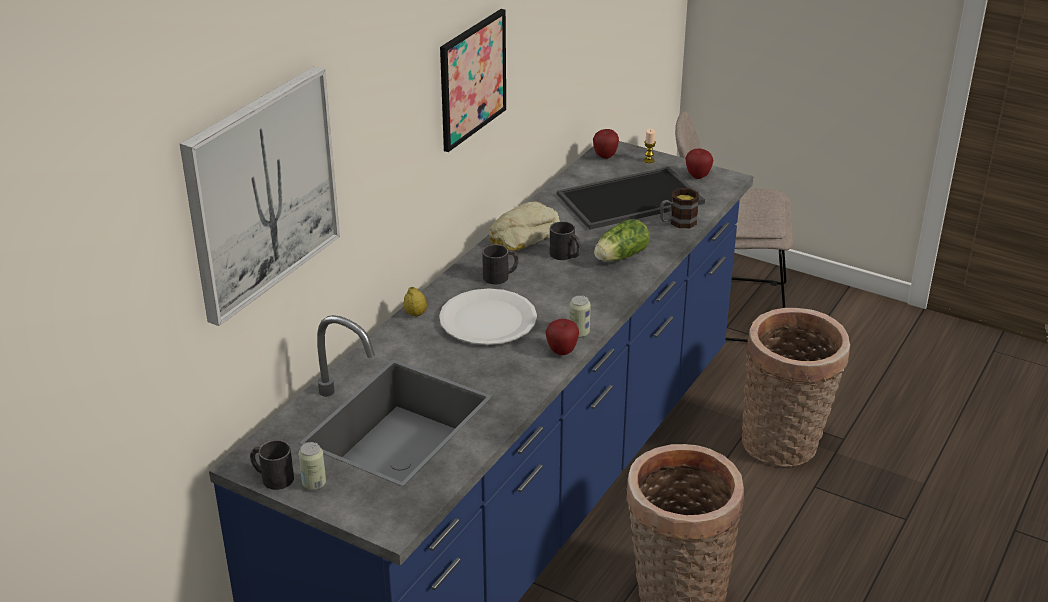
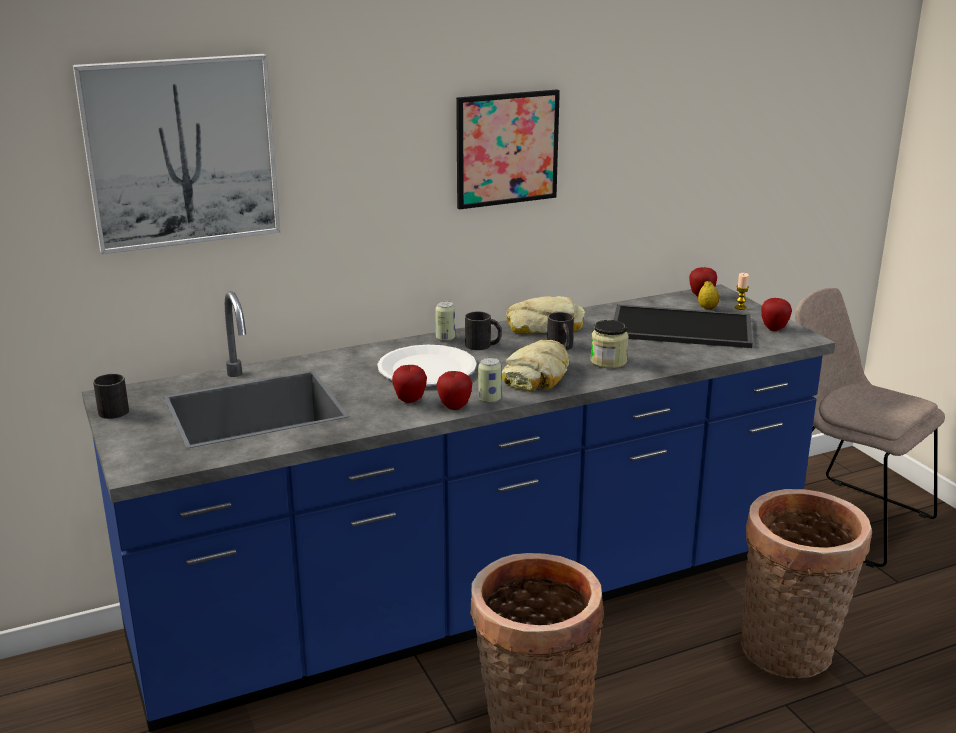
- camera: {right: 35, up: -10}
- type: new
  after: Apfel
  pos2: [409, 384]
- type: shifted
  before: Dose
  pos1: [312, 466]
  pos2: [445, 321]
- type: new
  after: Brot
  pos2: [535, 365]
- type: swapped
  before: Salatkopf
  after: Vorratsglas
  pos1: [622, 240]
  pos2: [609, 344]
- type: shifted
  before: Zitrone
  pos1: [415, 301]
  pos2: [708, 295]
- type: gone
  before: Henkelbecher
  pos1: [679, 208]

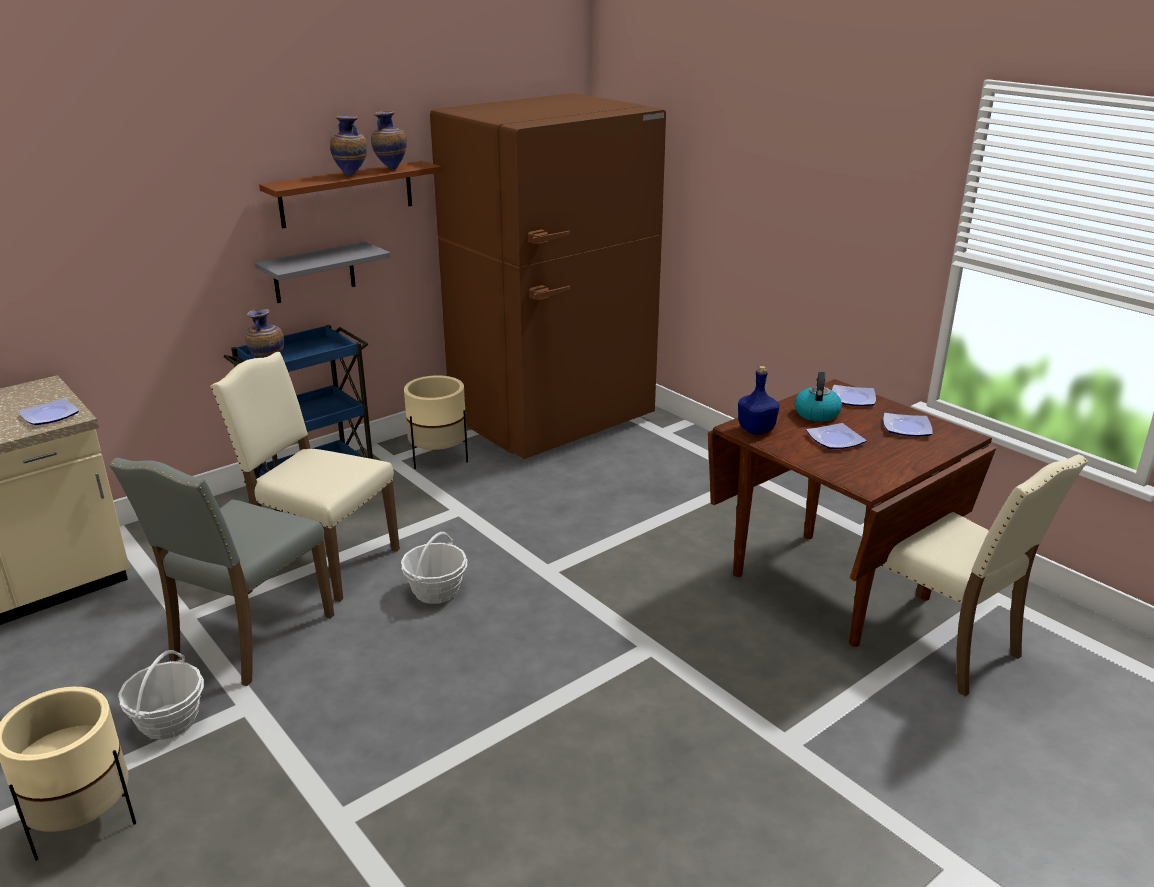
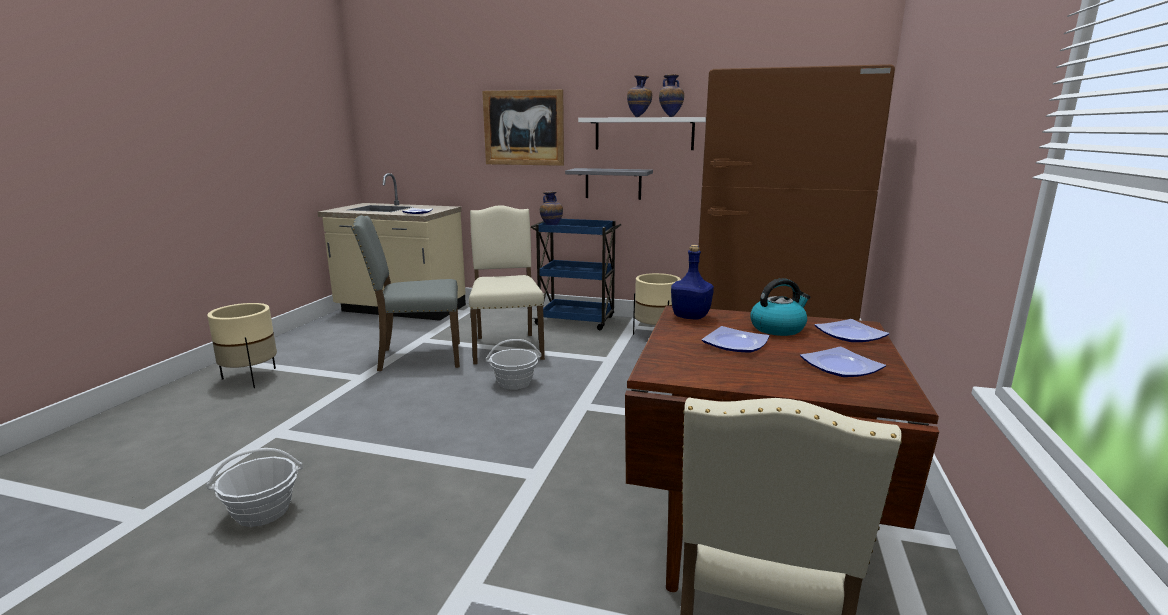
- camera: {right: 55, up: -10}
- type: shifted
  before: Korb
  pos1: [161, 695]
  pos2: [254, 487]
- type: new
  after: Bild
  pos2: [523, 128]
- type: repainted
  before: Wandregal [braun]
  after: Wandregal [weiß]
  pos1: [350, 194]
  pos2: [642, 133]

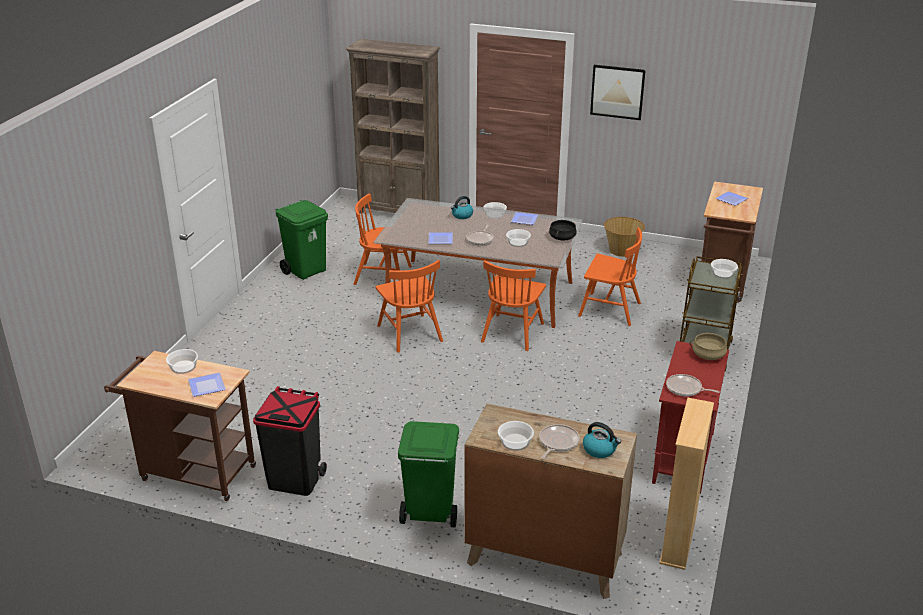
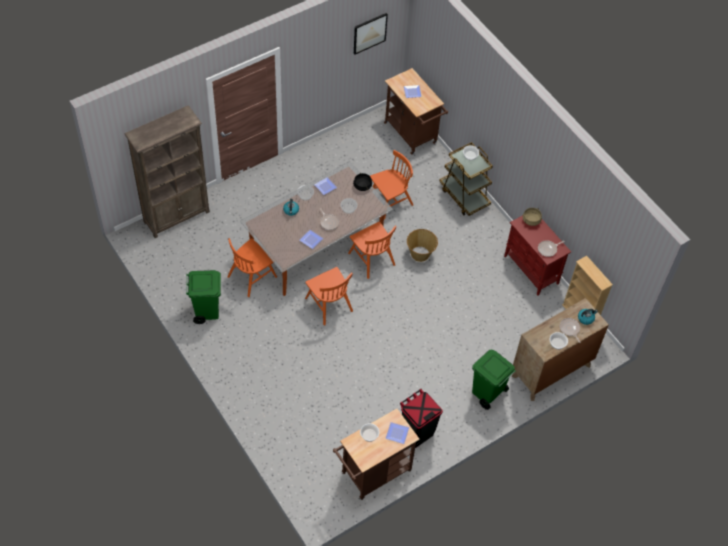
- camera: {right: -55, up: 25}
- type: rotated
  before: Stuhl [orange]
  pos1: [409, 306]
  pos2: [329, 296]
  turn: 45
- type: shifted
  before: Bild
  pos1: [618, 92]
  pos2: [371, 34]
- type: shifted
  before: Korb
  pos1: [624, 237]
  pos2: [422, 245]

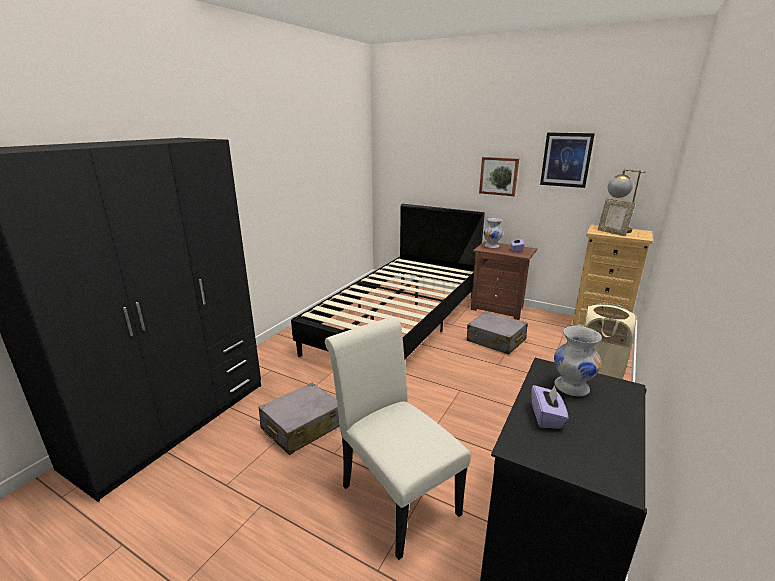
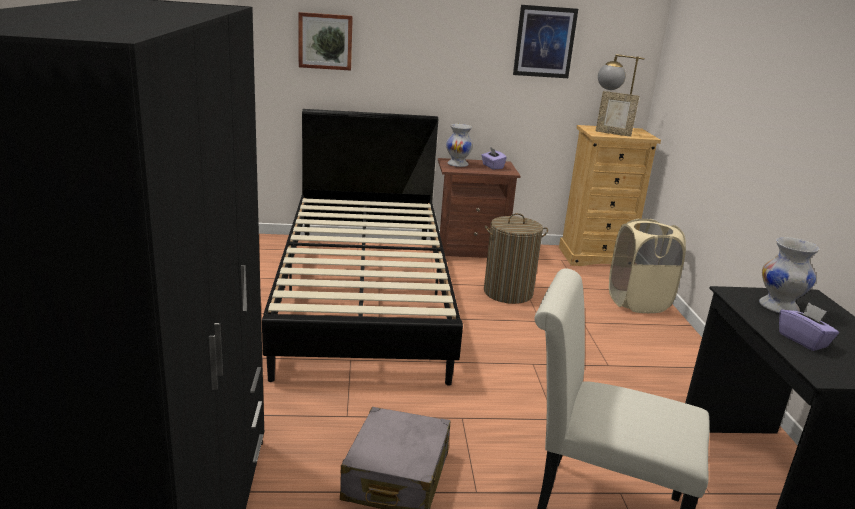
- camera: {right: -35, up: 0}
- type: shifted
  before: Bild
  pos1: [499, 176]
  pos2: [325, 41]
- type: swapped
  before: Koffer [grau]
  after: Wäschekorb
  pos1: [497, 333]
  pos2: [516, 258]

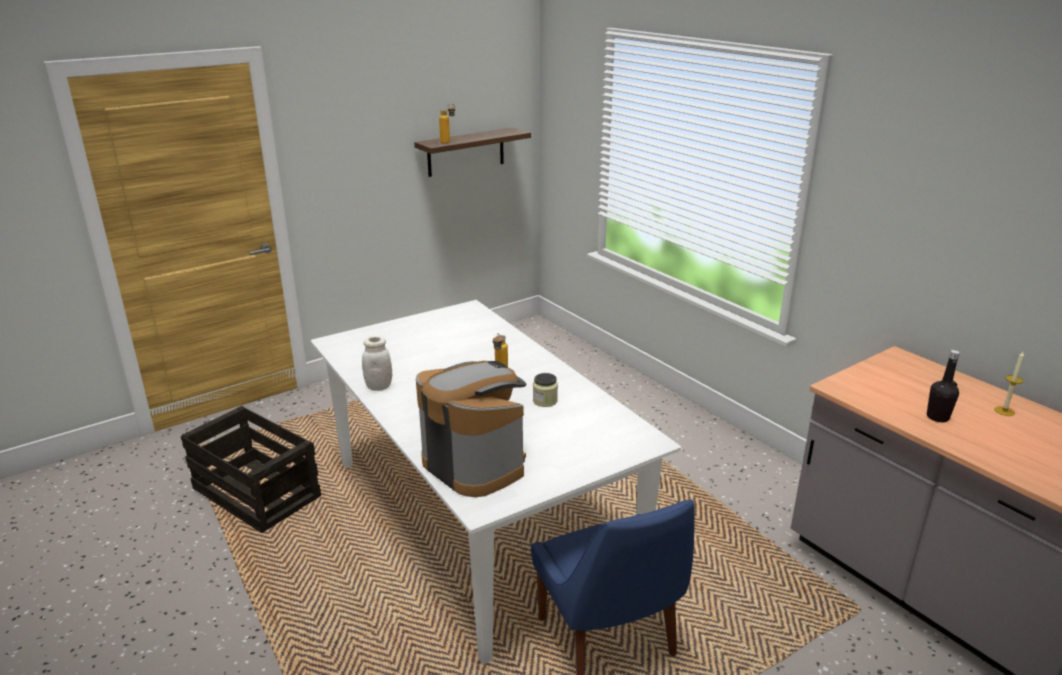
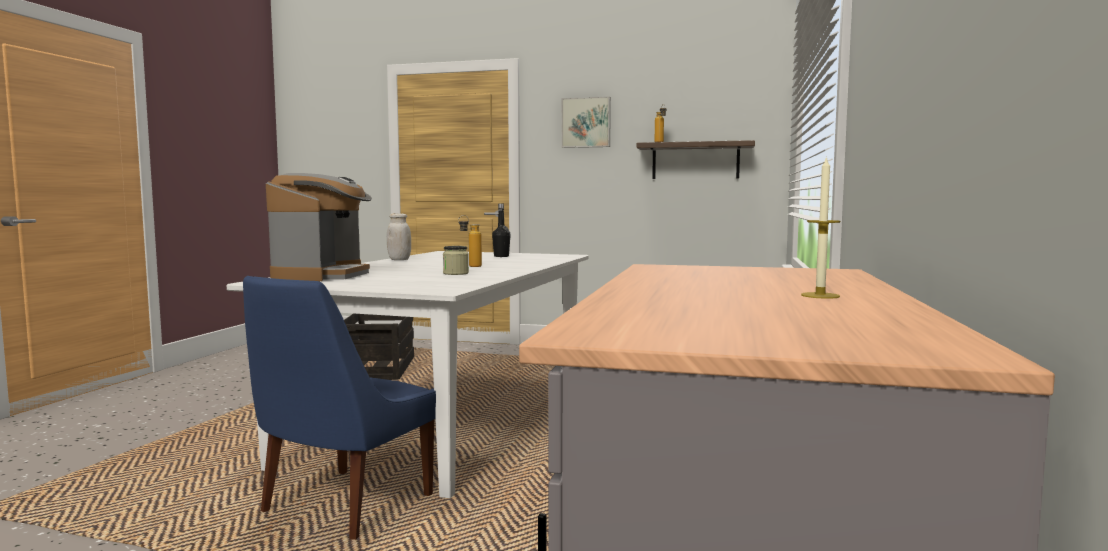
- camera: {right: 50, up: -20}
- type: shifted
  before: Flasche [schwarz]
  pos1: [943, 386]
  pos2: [501, 230]
- type: new
  after: Bild
  pos2: [586, 122]

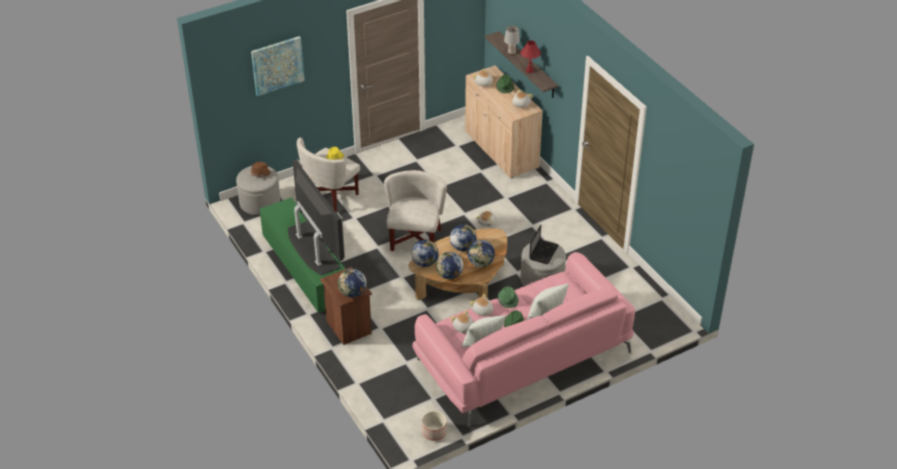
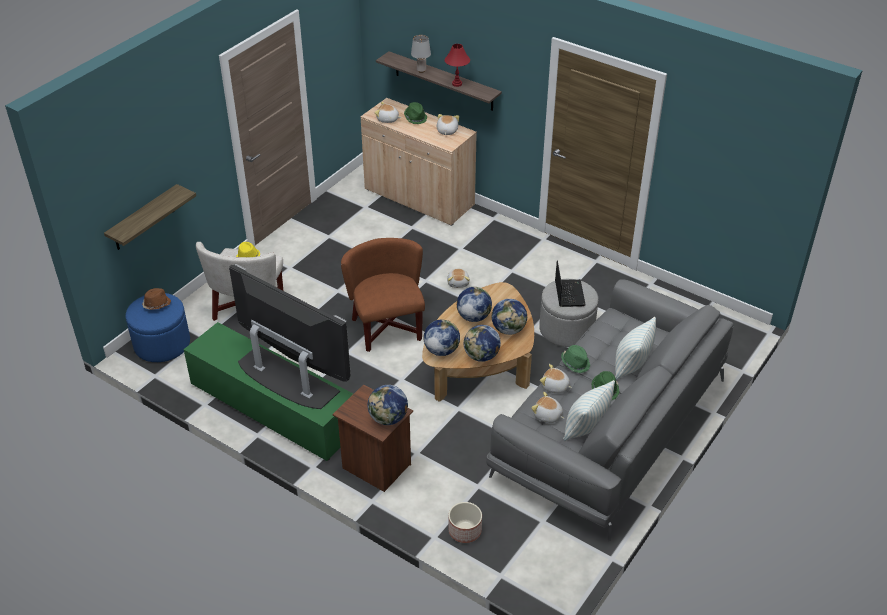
- camera: {right: -25, up: 0}
- type: new
  after: Wandregal
  pos2: [150, 217]
- type: repainted
  before: Polsterhocker [grau]
  after: Polsterhocker [blau]
  pos1: [258, 190]
  pos2: [157, 327]
- type: repainted
  before: Sessel [weiß]
  after: Sessel [braun]
  pos1: [415, 210]
  pos2: [383, 295]
- type: shifted
  before: Pflanzkübel
  pos1: [434, 426]
  pos2: [465, 522]
- type: repainted
  before: Sofa [rosa]
  after: Sofa [grau]
  pos1: [523, 339]
  pos2: [610, 410]
- type: gone
  before: Bild
  pos1: [278, 66]

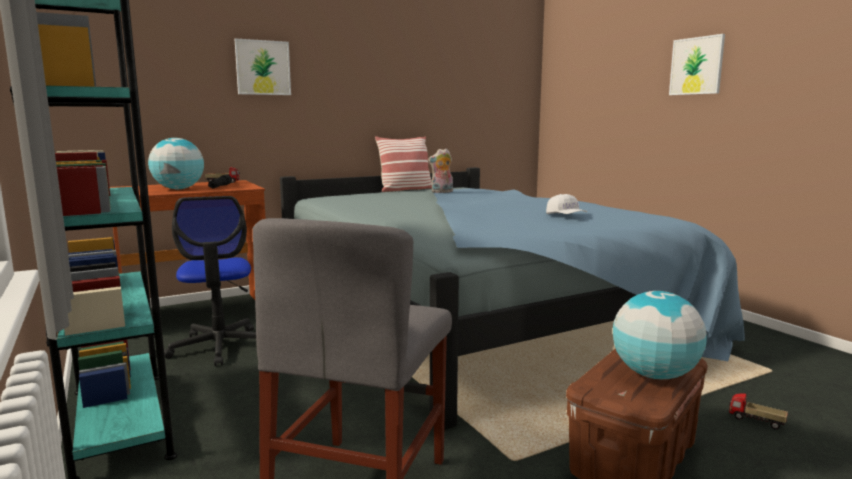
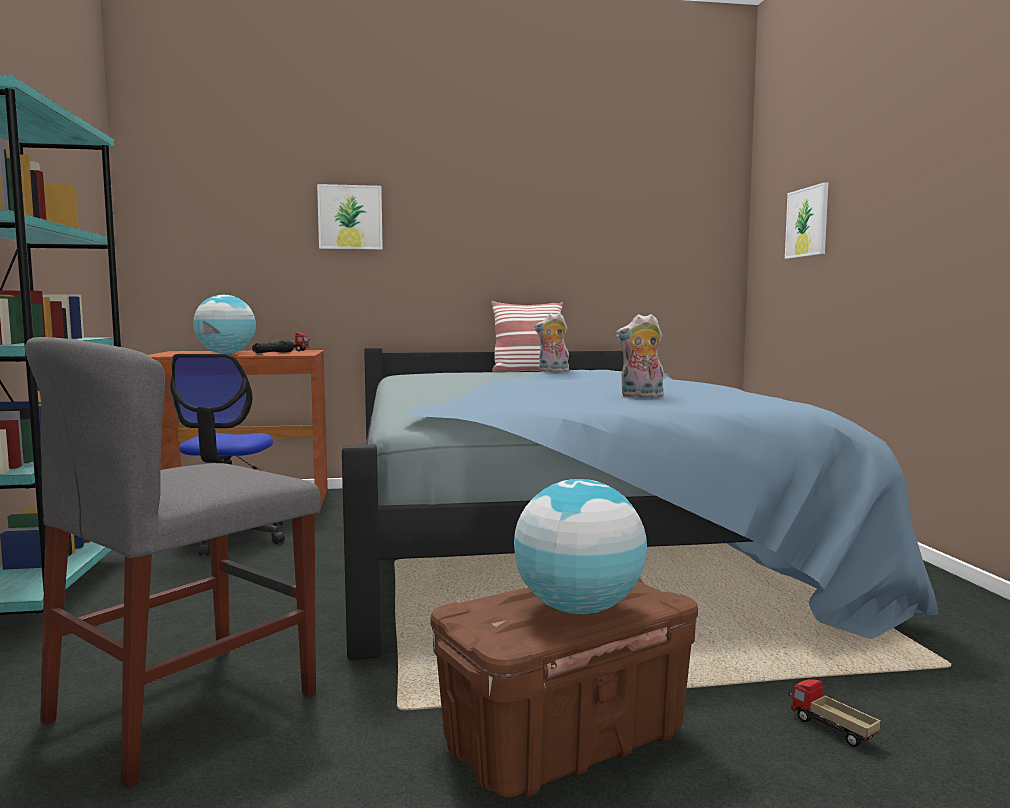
- camera: {right: 20, up: -5}
- type: swapped
  before: Kappe [weiß]
  after: Plüschtier
  pos1: [566, 204]
  pos2: [639, 355]
- type: shifted
  before: Bild
  pos1: [697, 64]
  pos2: [806, 220]

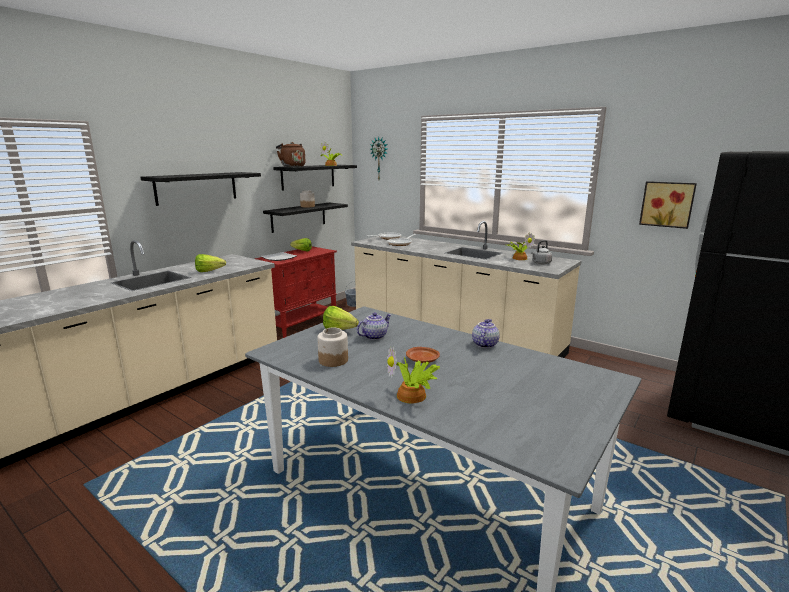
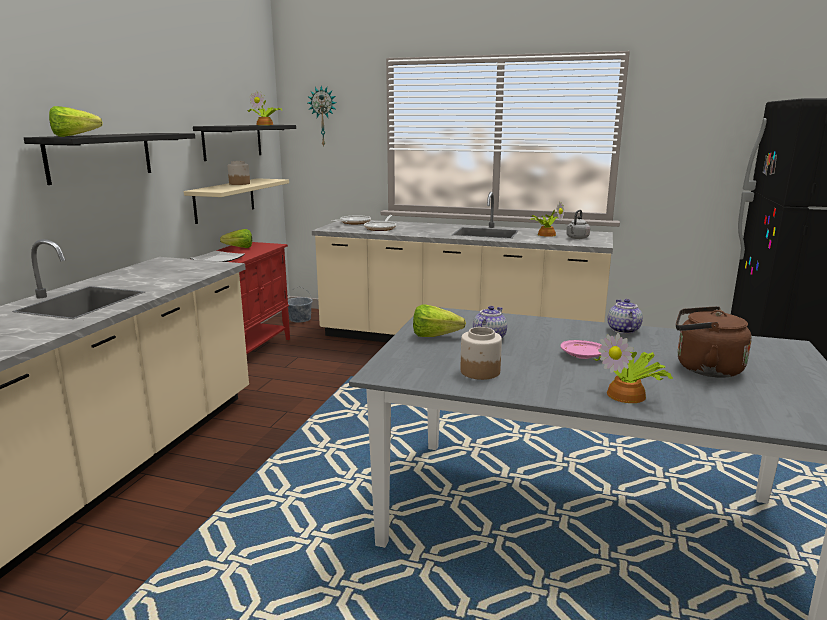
- camera: {right: -20, up: 0}
- type: shifted
  before: Salatkopf
  pos1: [210, 263]
  pos2: [76, 121]
- type: repainted
  before: Wandregal [schwarz]
  after: Wandregal [beige]
  pos1: [305, 218]
  pos2: [236, 201]
- type: repainted
  before: Teller [braun]
  after: Teller [rosa]
  pos1: [423, 355]
  pos2: [581, 349]
- type: shifted
  before: Wasserkessel [braun]
  pos1: [291, 154]
  pos2: [714, 342]
- type: gone
  before: Bild
  pos1: [668, 205]

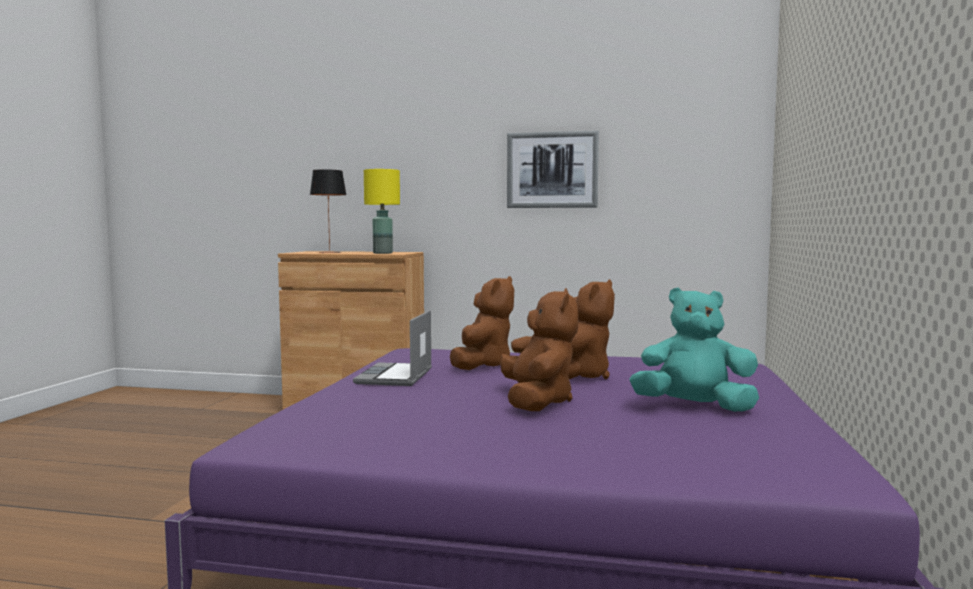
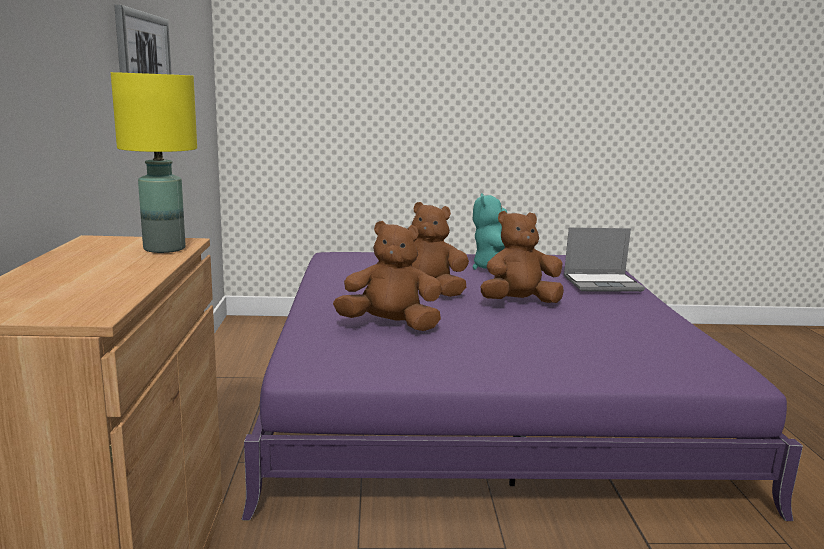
- camera: {right: -105, up: 10}
- type: shifted
  before: Laptop
  pos1: [392, 348]
  pos2: [604, 259]
- type: gone
  before: Tischlampe
  pos1: [328, 211]

